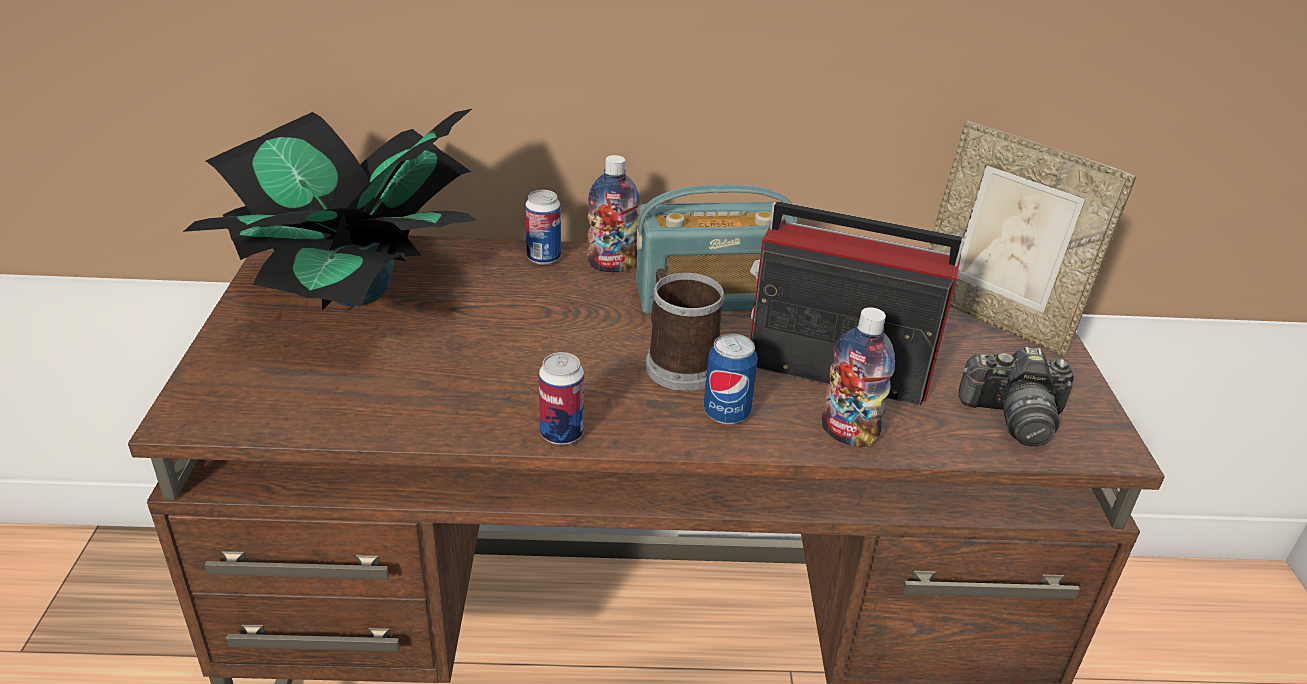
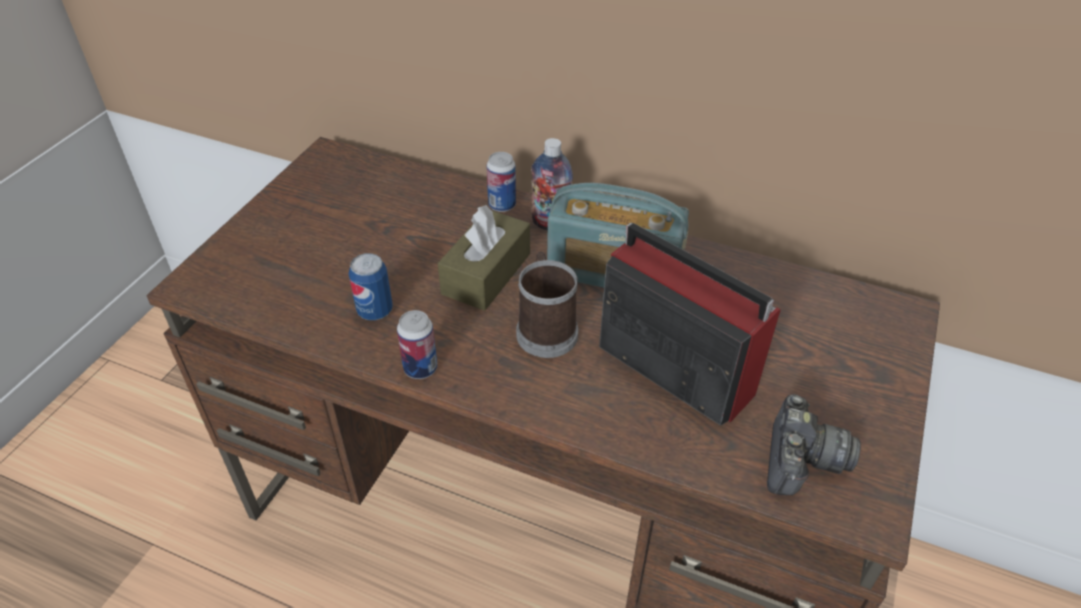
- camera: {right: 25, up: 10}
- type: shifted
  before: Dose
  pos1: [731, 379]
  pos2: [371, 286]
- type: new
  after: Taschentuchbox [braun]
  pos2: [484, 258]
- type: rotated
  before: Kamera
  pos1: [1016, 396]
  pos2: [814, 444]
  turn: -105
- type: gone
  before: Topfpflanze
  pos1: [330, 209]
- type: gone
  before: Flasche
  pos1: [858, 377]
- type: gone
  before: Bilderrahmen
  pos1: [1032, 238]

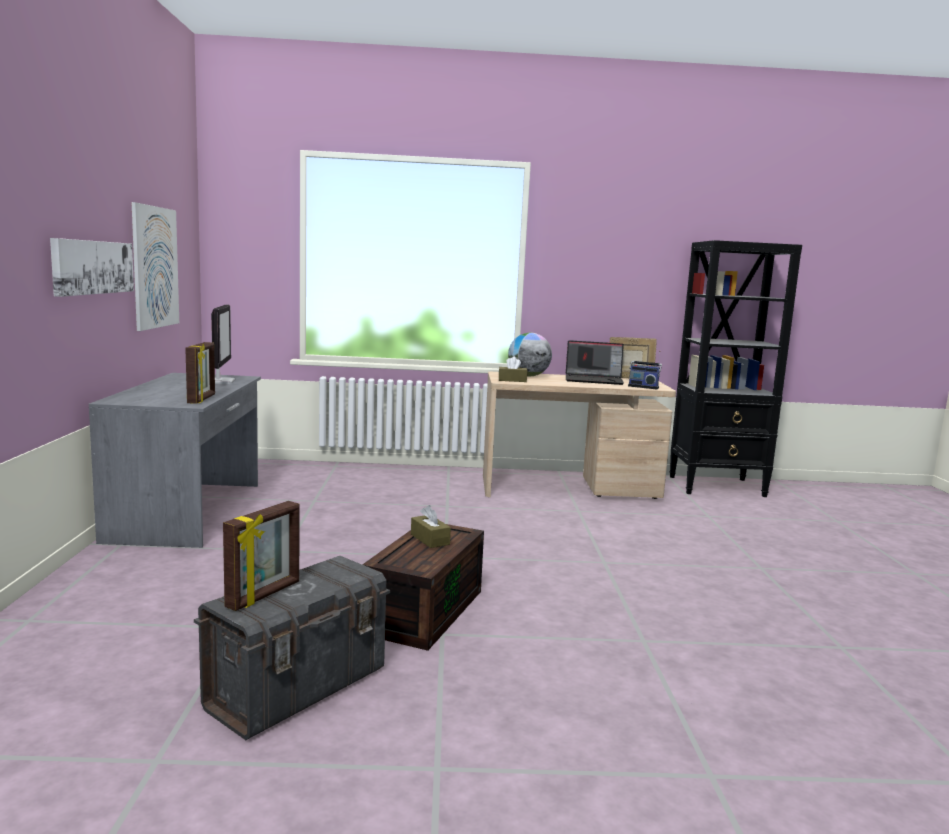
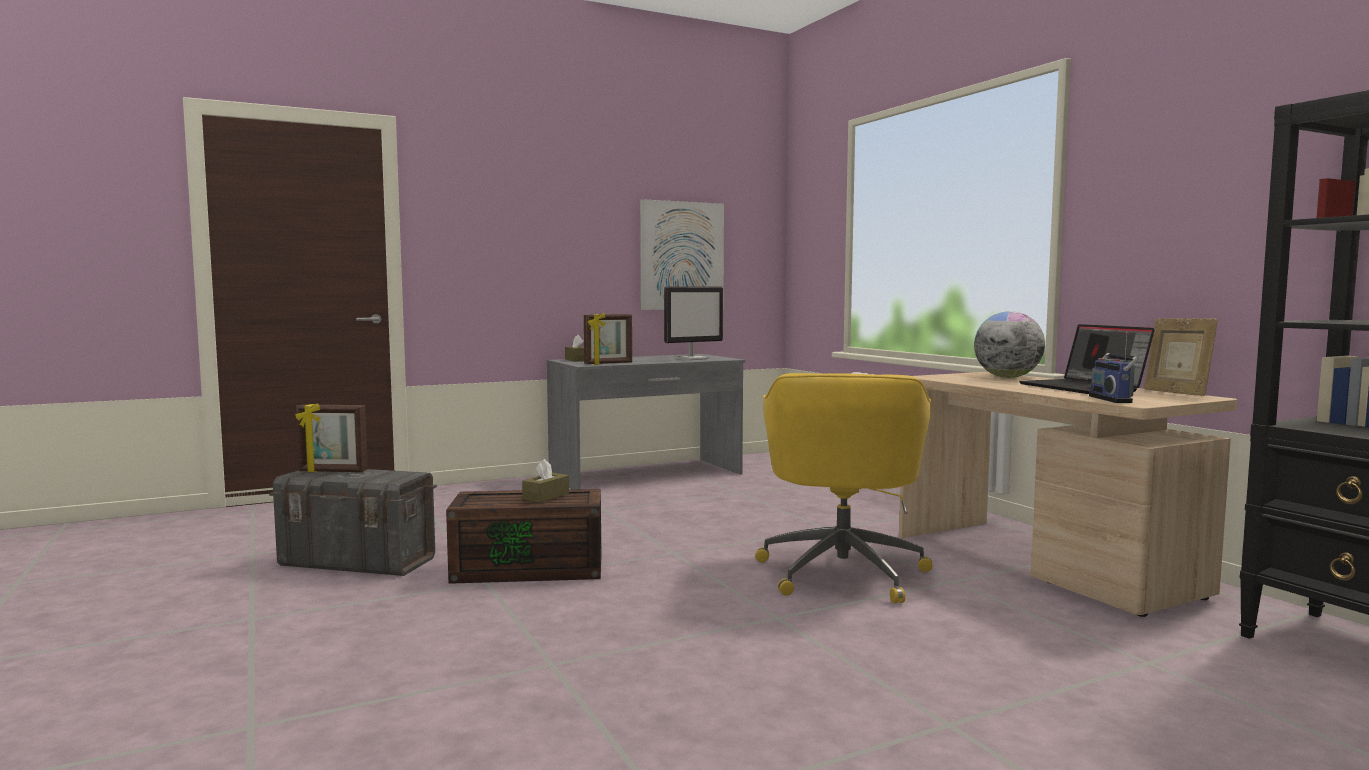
- camera: {right: 65, up: -5}
- type: shifted
  before: Taschentuchbox [braun]
  pos1: [513, 369]
  pos2: [574, 348]
- type: new
  after: Bürostuhl [gelb]
  pos2: [844, 488]
- type: gone
  before: Bild
  pos1: [92, 267]

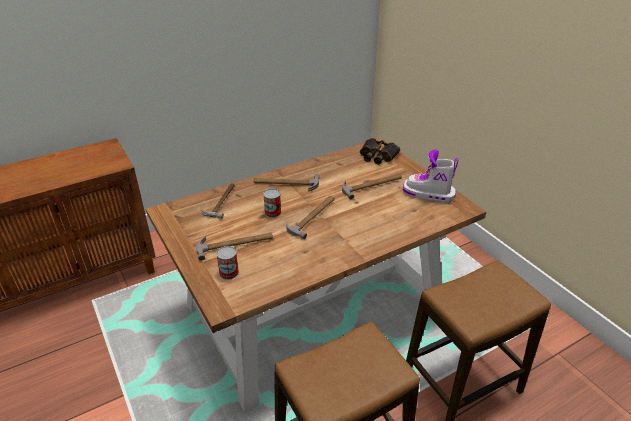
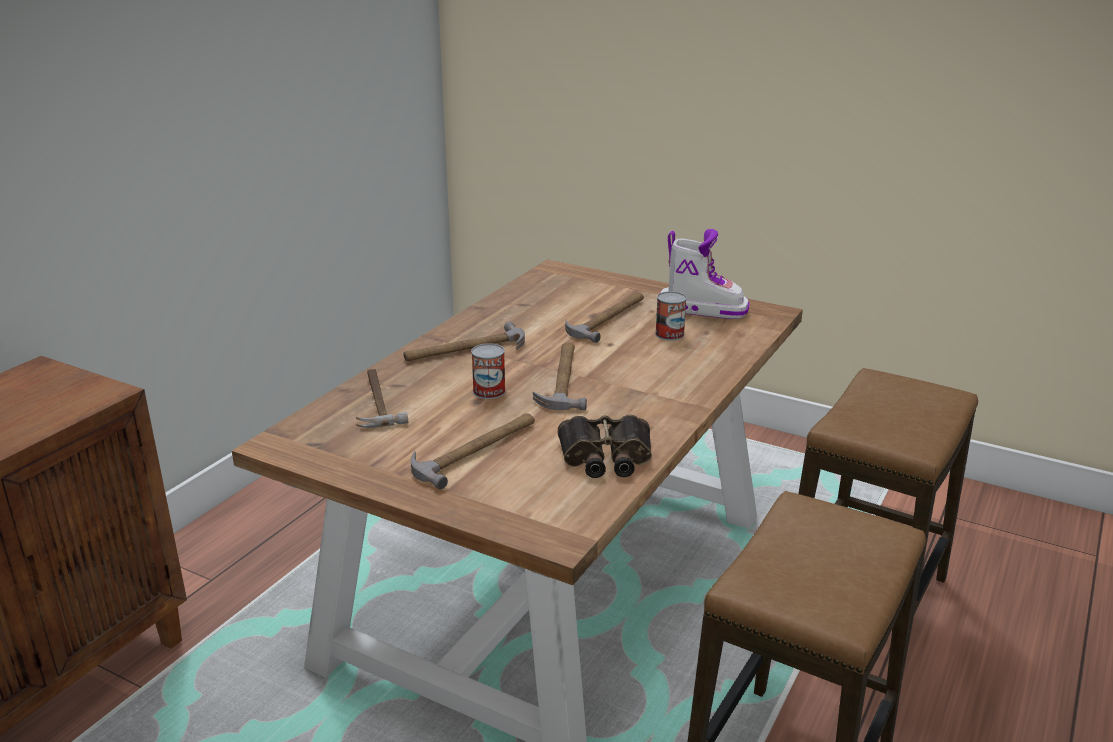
- camera: {right: -30, up: -10}
- type: shifted
  before: Fernglas
  pos1: [380, 151]
  pos2: [605, 446]
- type: shifted
  before: Dose
  pos1: [227, 263]
  pos2: [671, 316]
- type: rotated
  before: Stiefel
  pos1: [430, 176]
  pos2: [705, 274]
  turn: -150

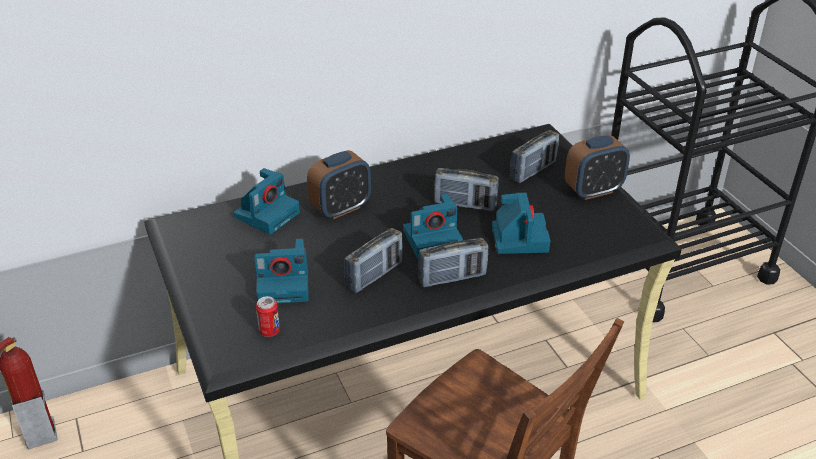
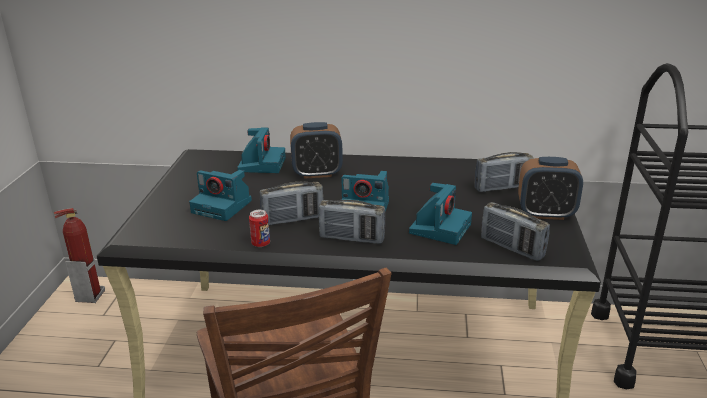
- camera: {right: 30, up: -10}
- type: rotated
  before: Kamera
  pos1: [266, 201]
  pos2: [261, 150]
  turn: -60
- type: shifted
  before: Dose
  pos1: [268, 316]
  pos2: [259, 228]
- type: shifted
  before: Radio
  pos1: [466, 189]
  pos2: [515, 231]

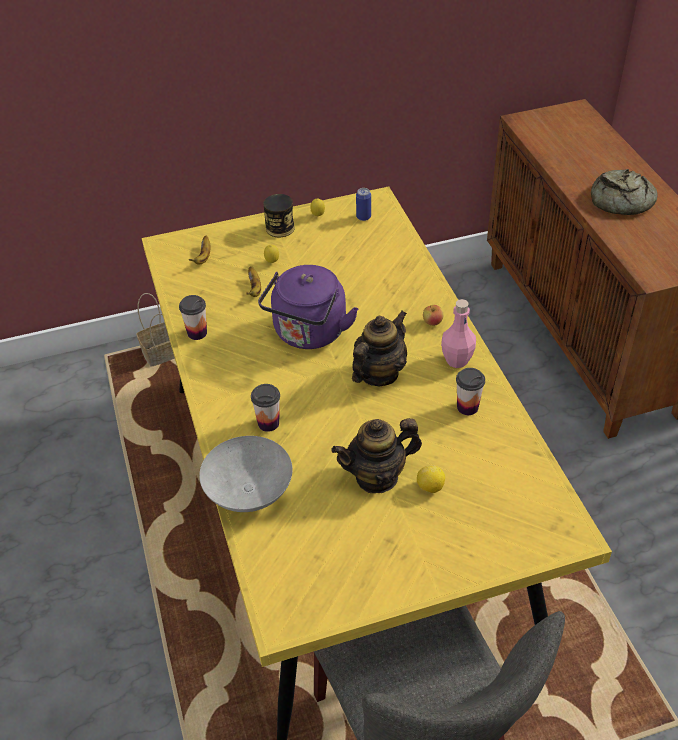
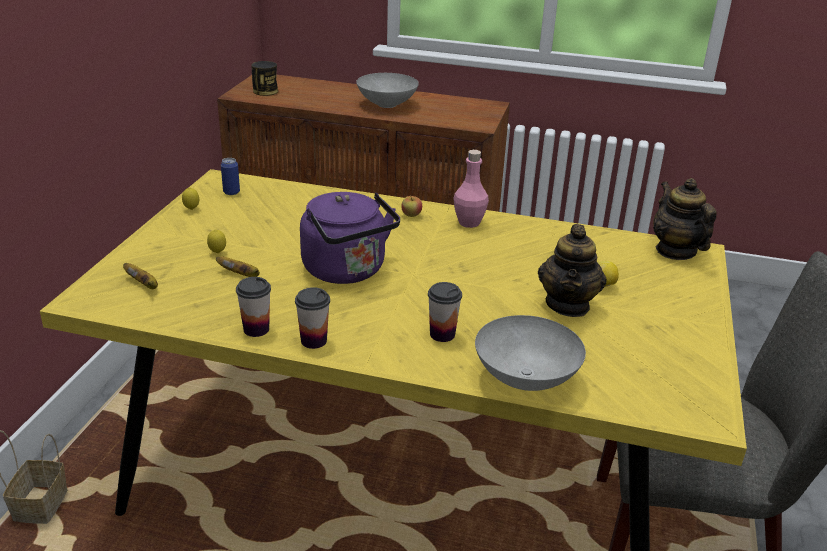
- camera: {right: -60, up: -15}
- type: shifted
  before: Dose
  pos1: [279, 215]
  pos2: [264, 78]
- type: shifted
  before: Tasse
  pos1: [470, 391]
  pos2: [312, 318]
- type: swapped
  before: Brot
  after: Schüssel [grau]
  pos1: [624, 192]
  pos2: [387, 90]
- type: shifted
  before: Teekanne
  pos1: [379, 348]
  pos2: [685, 219]

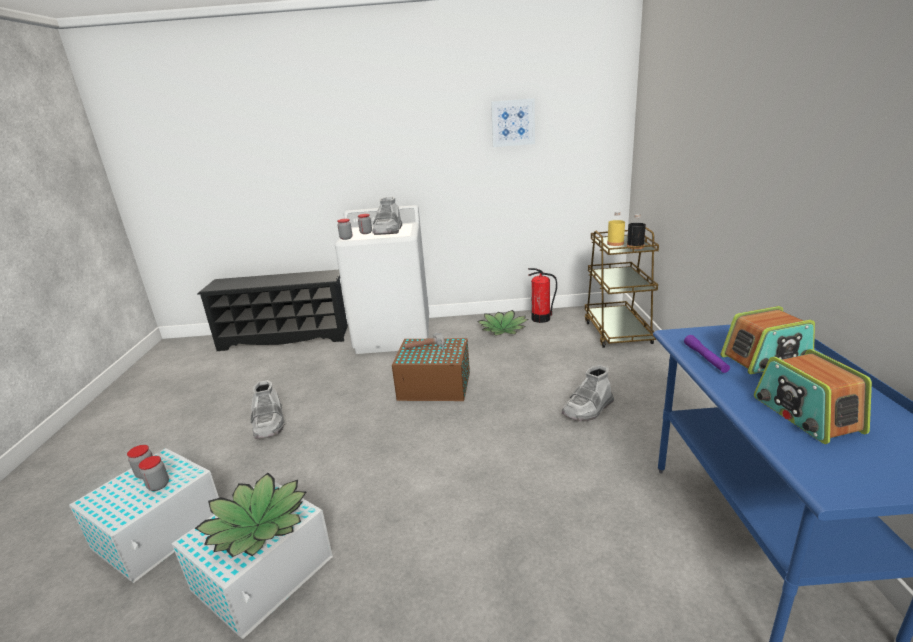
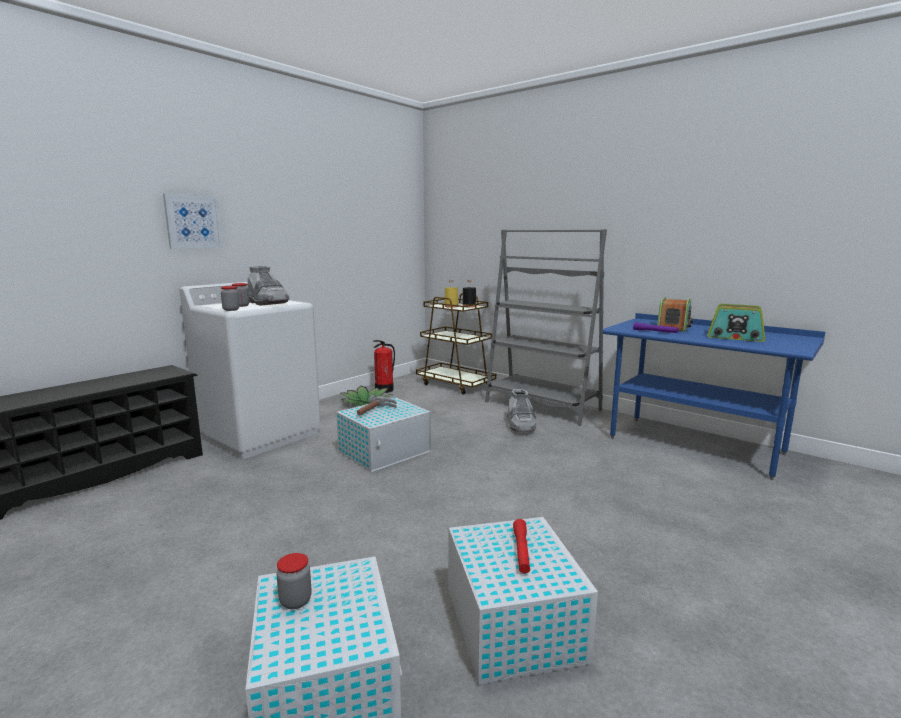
- camera: {right: -50, up: -10}
- type: shifted
  before: Bild
  pos1: [513, 122]
  pos2: [193, 221]
- type: repainted
  before: Aufbewahrungsbox [braun]
  after: Aufbewahrungsbox [weiß]
  pos1: [431, 369]
  pos2: [383, 434]
- type: new
  after: Bücherregal [grau]
  pos2: [546, 327]
- type: swapped
  before: Topfpflanze
  after: Taschenlampe [rot]
  pos1: [250, 515]
  pos2: [521, 546]
- type: gone
  before: Vorratsglas
  pos1: [154, 473]
- type: gone
  before: Stiefel [grau]
  pos1: [268, 409]

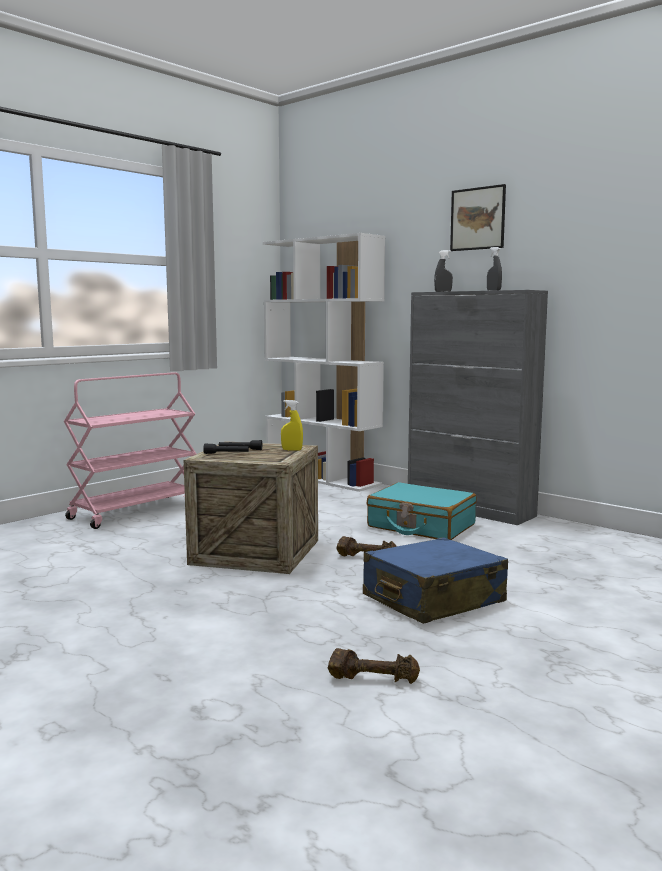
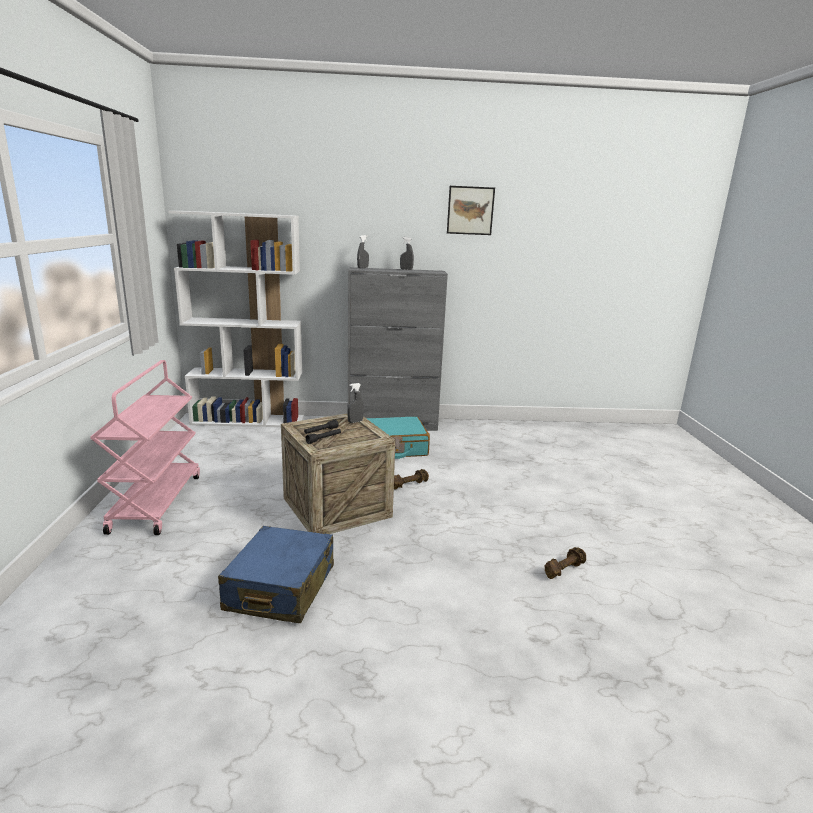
- camera: {right: -45, up: 10}
- type: shifted
  before: Koffer [blau]
  pos1: [435, 580]
  pos2: [276, 574]
- type: repainted
  before: Sprühflasche [gelb]
  after: Sprühflasche [grau]
  pos1: [292, 425]
  pos2: [355, 403]
- type: shifted
  before: Bild
  pos1: [478, 217]
  pos2: [471, 210]

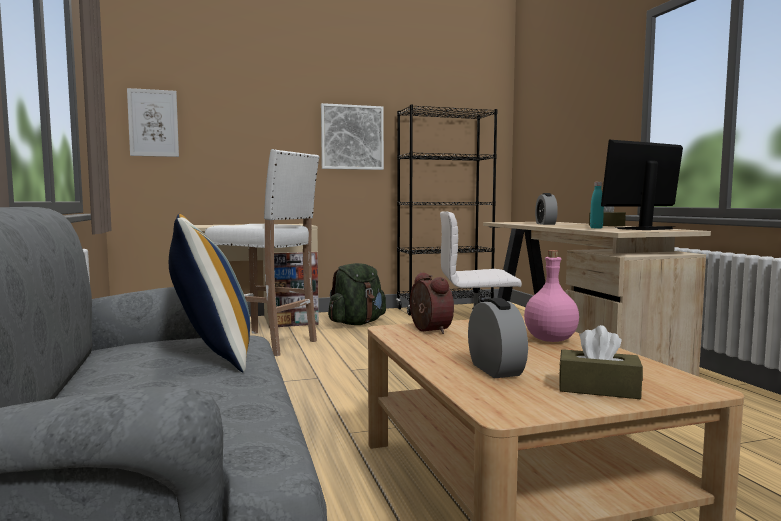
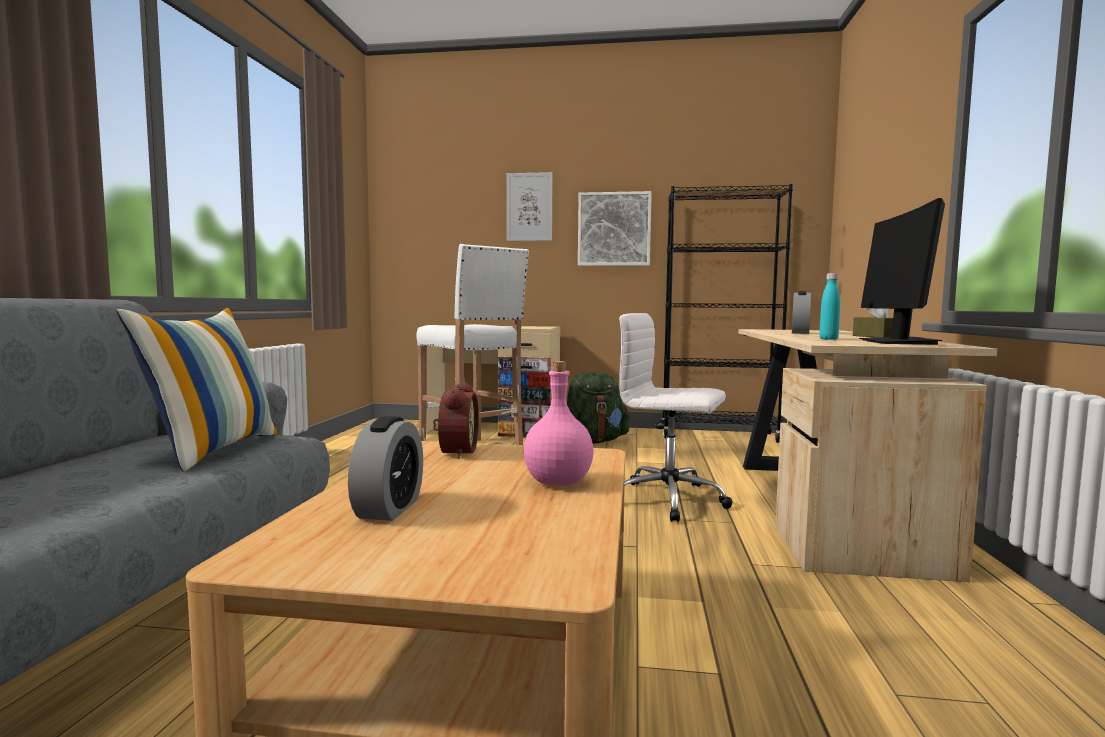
- camera: {right: 25, up: 0}
- type: shifted
  before: Bild
  pos1: [153, 122]
  pos2: [530, 206]
- type: rotated
  before: Monitor
  pos1: [642, 185]
  pos2: [902, 271]
  turn: -75
- type: gone
  before: Taschentuchbox [braun]
  pos1: [601, 362]

